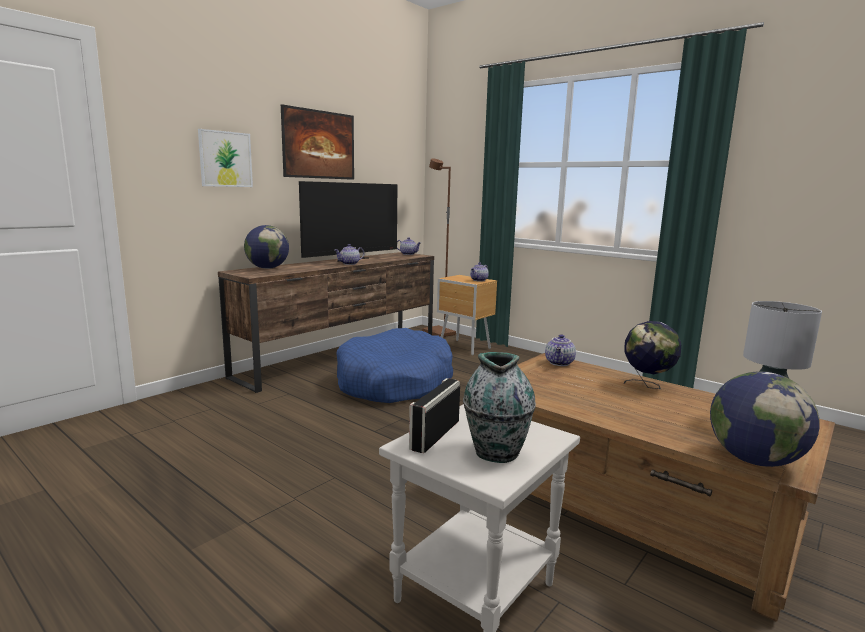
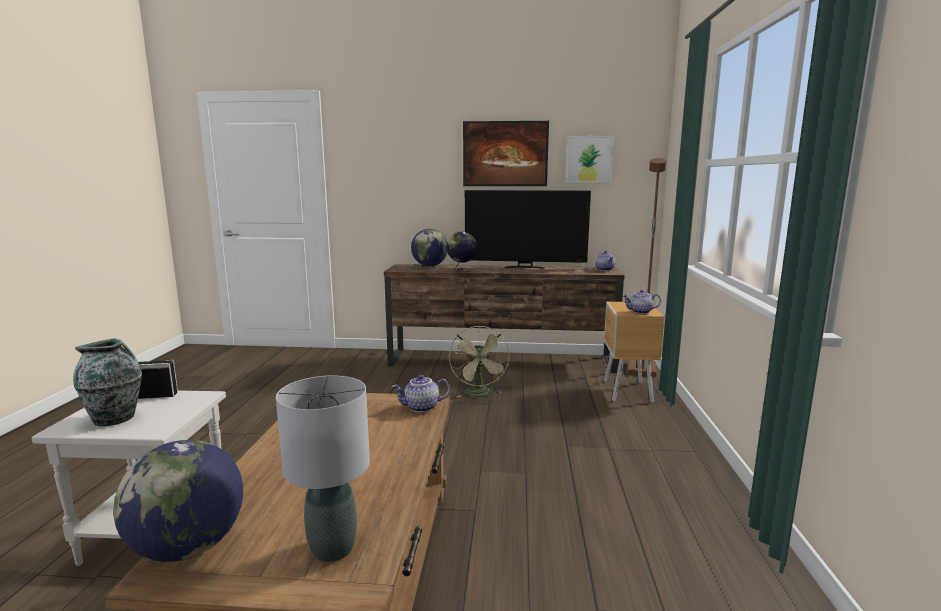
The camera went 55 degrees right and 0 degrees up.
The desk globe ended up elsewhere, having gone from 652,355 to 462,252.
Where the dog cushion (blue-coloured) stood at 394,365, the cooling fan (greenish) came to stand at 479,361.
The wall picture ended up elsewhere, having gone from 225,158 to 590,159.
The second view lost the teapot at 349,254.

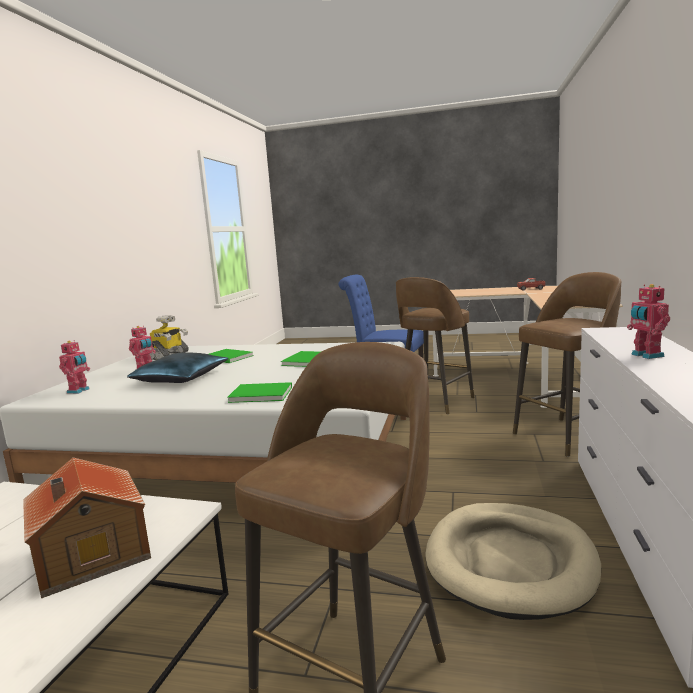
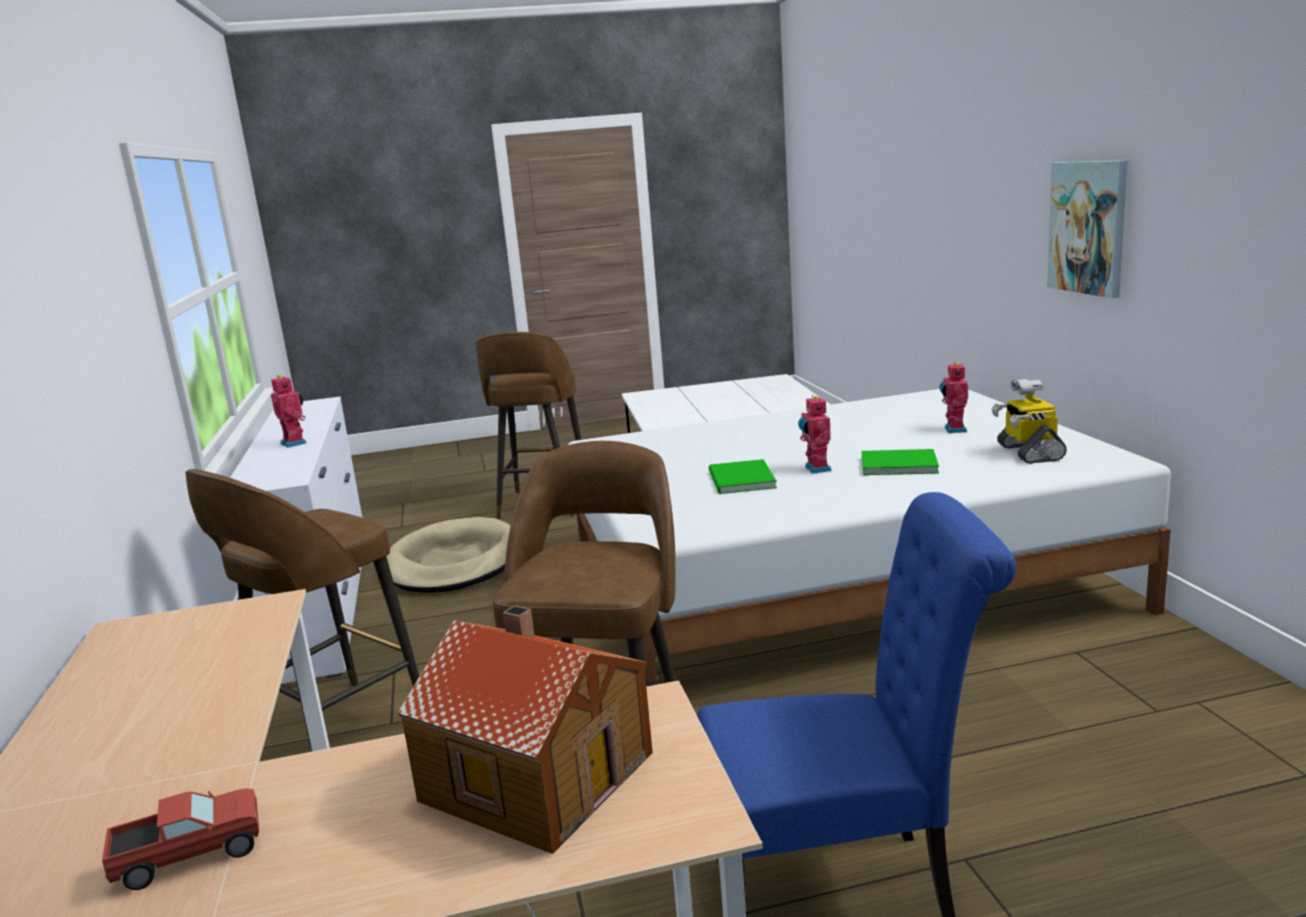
The camera went 155 degrees right and 5 degrees up.
The model house ended up elsewhere, having gone from 87,527 to 525,729.
The model robot ended up elsewhere, having gone from 74,367 to 815,434.
The second view gained the wall picture at 1087,229.
The second view lost the pillow (blue-coloured) at 178,368.
The second view lost the bound book (greenish) at 259,392.

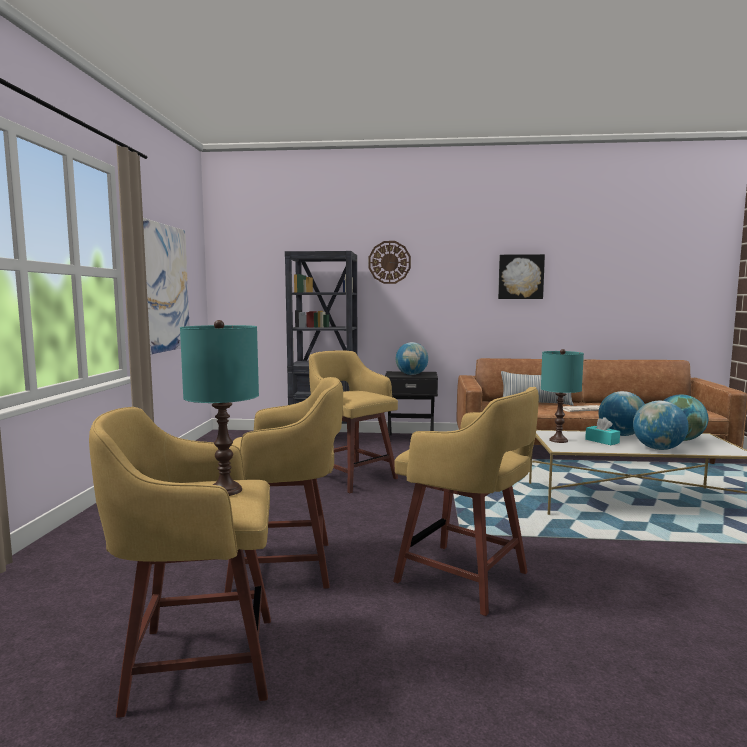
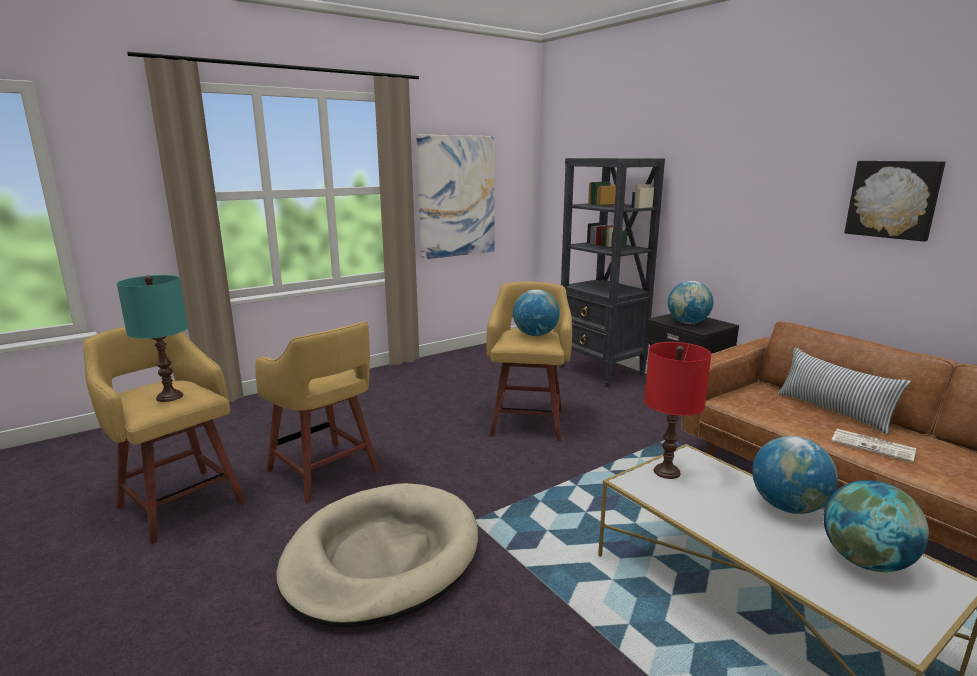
The camera went 50 degrees right and 10 degrees up.
Where the sitting stool (yellow) stood at 466,501, the dog cushion (sand-coloured) came to stand at 377,555.
The desk globe ended up elsewhere, having gone from 661,425 to 536,312.
What was the table lamp (blue-green) at 562,396 turned into the table lamp (red) at 677,410.
The second view lost the clock on the wall at 390,262.
The second view lost the tissue box (blue-green) at 602,431.

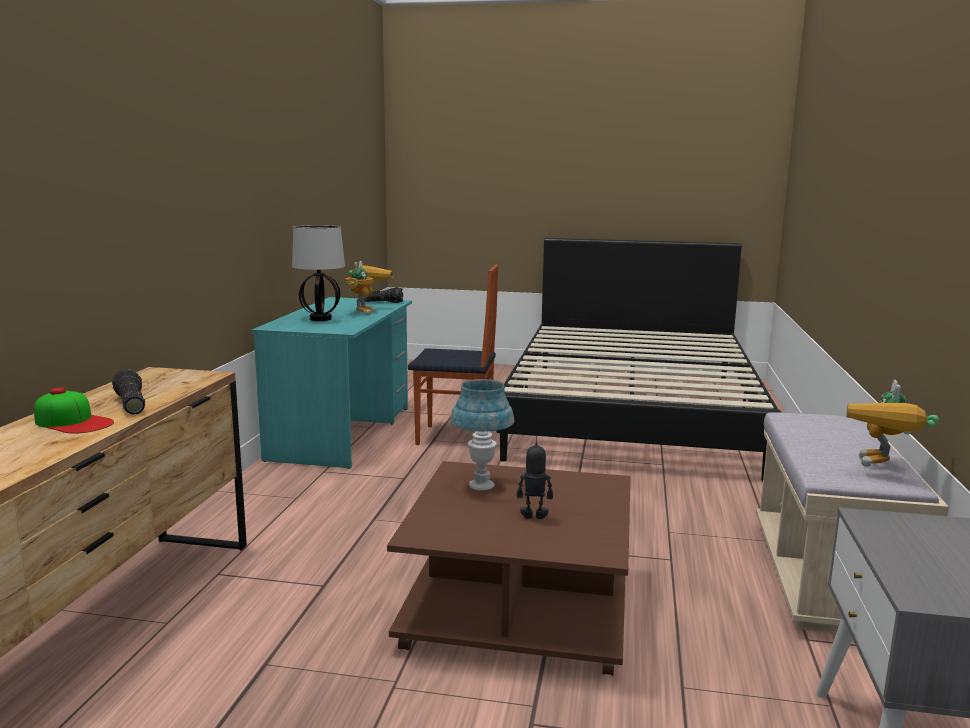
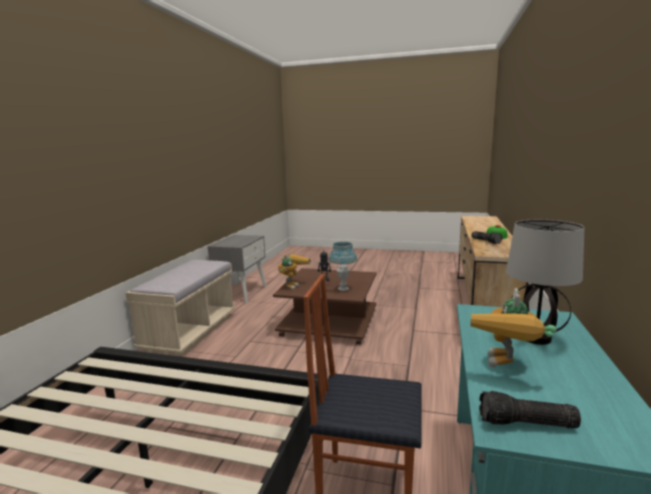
The camera went 175 degrees left and 0 degrees up.
The model robot ended up elsewhere, having gone from 892,423 to 294,271.

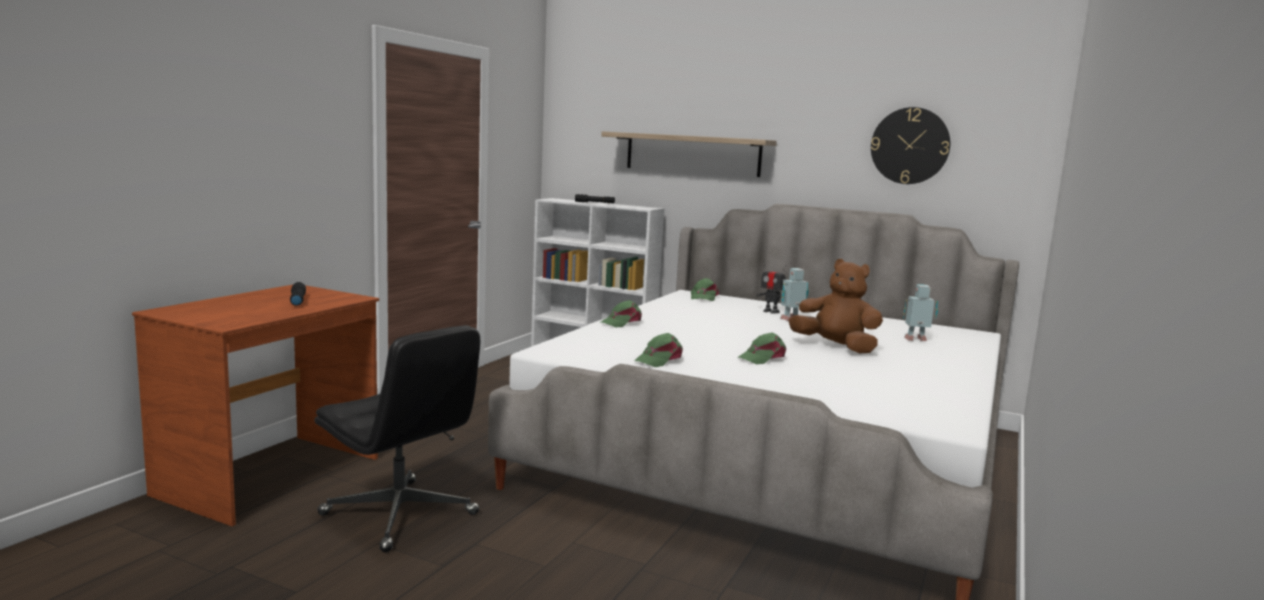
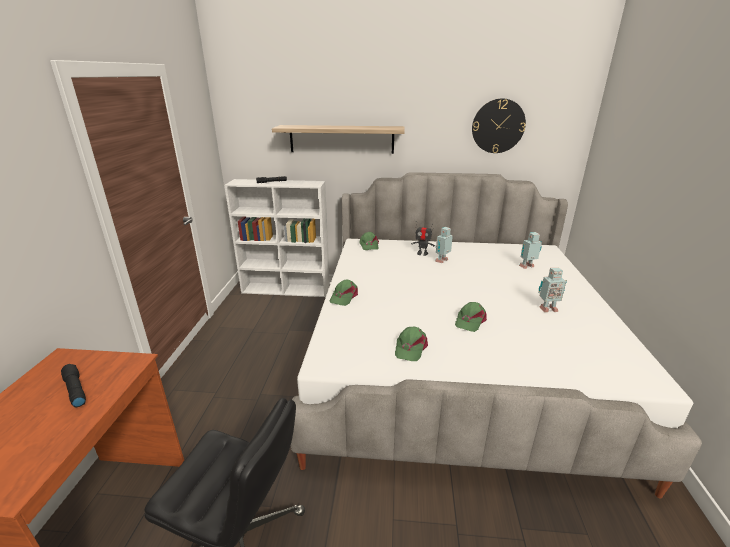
The camera went 20 degrees left and 15 degrees up.
The second view gained the model robot at 553,290.
The second view lost the cuddly toy (brown) at 835,306.

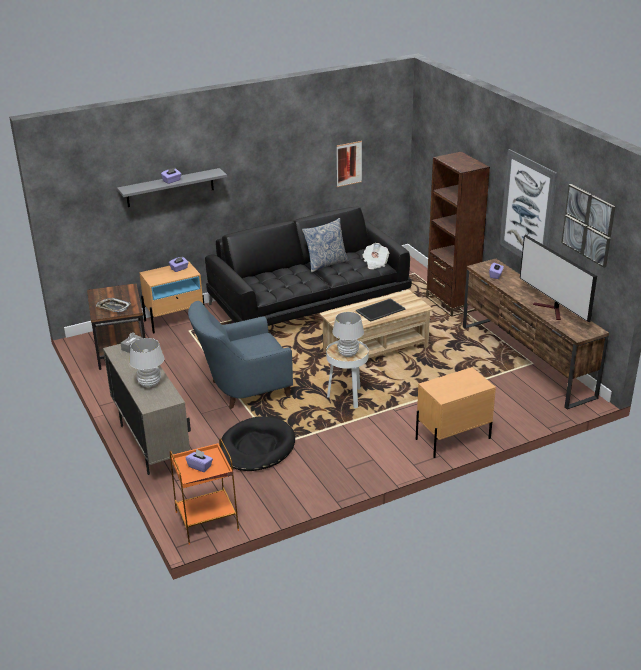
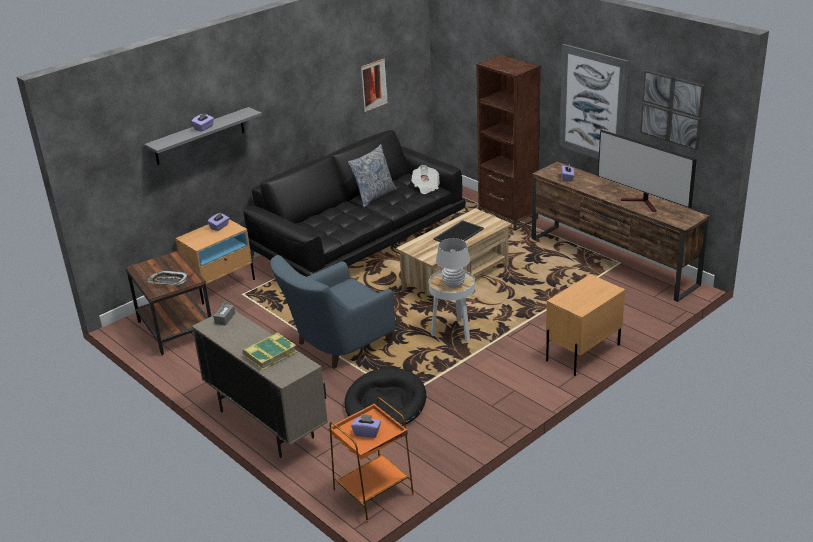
The camera went 15 degrees left and 0 degrees up.
Where the table lamp (white) stood at 146,363, the bound book came to stand at 270,351.

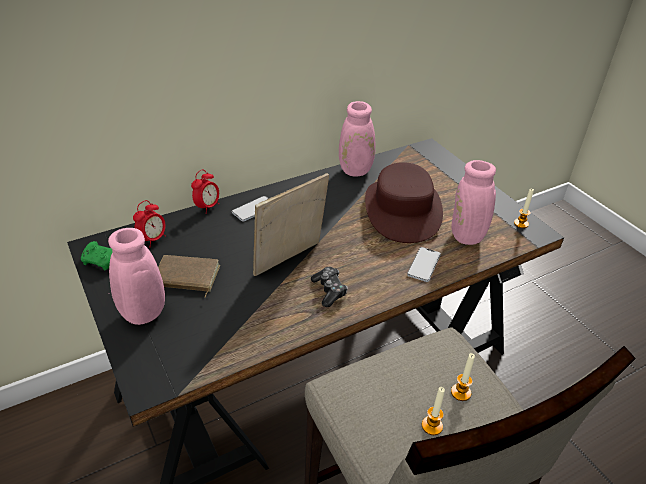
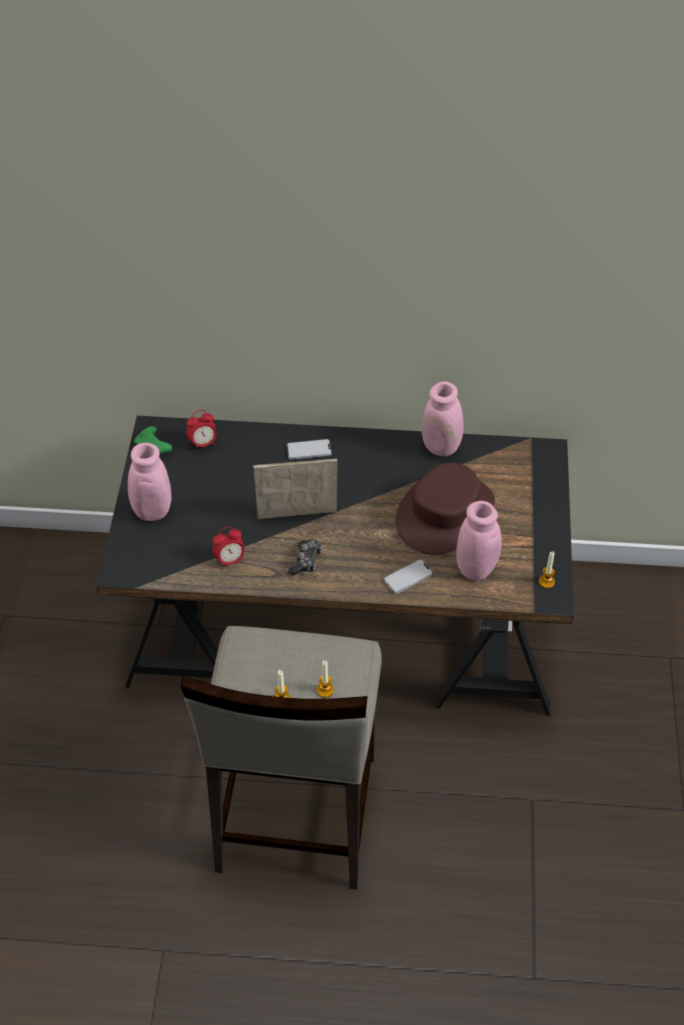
The camera went 35 degrees right and 10 degrees up.
The alarm clock ended up elsewhere, having gone from 205,191 to 228,548.
The second view lost the bound book (brown) at 189,276.

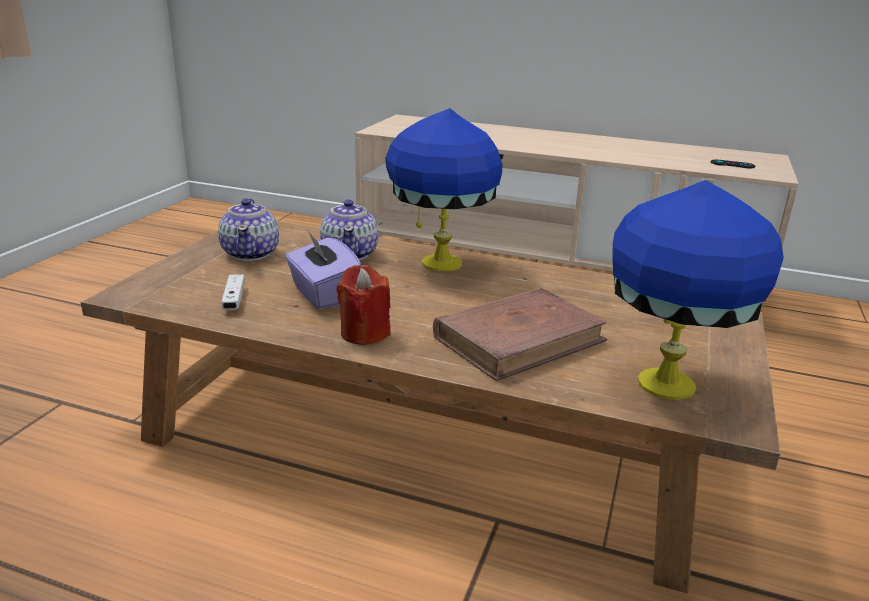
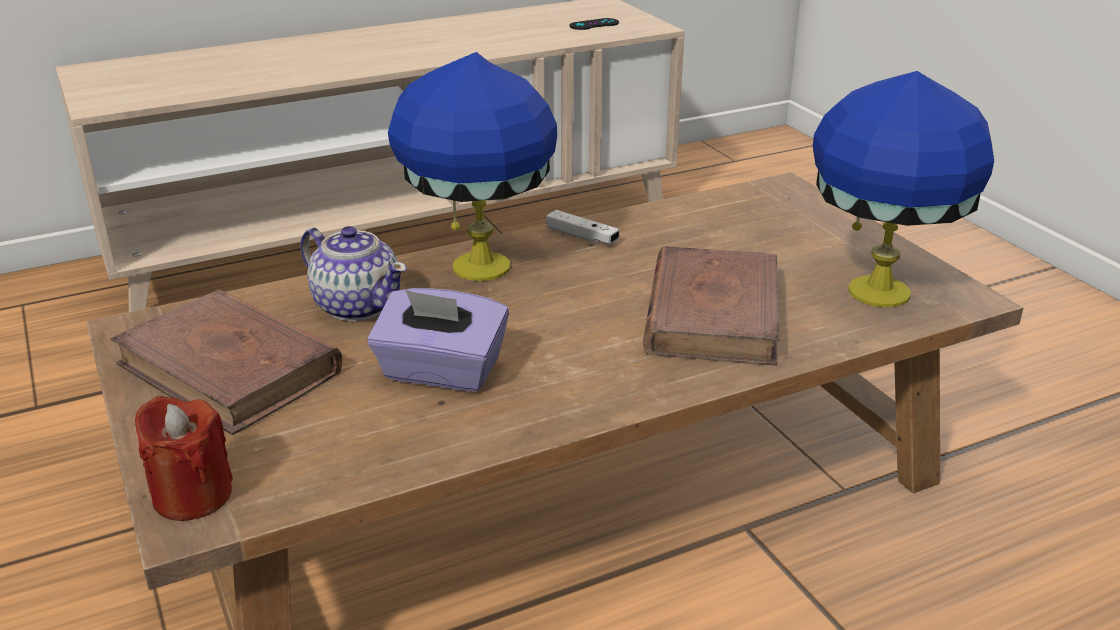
The camera went 45 degrees left and 5 degrees up.
Where the teapot stood at 248,229, the bound book (brown) came to stand at 226,362.
The wax candle (red) ended up elsewhere, having gone from 364,305 to 184,458.
The gamepad (white) ended up elsewhere, having gone from 233,292 to 582,227.

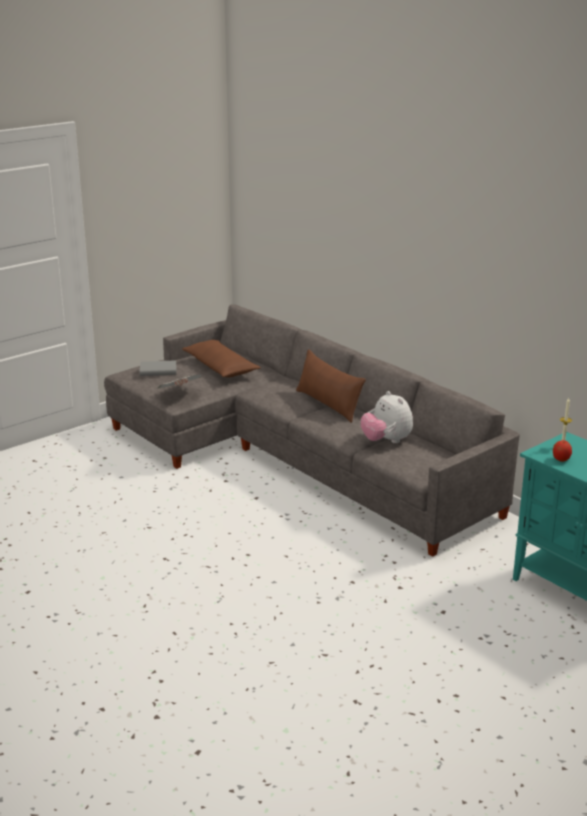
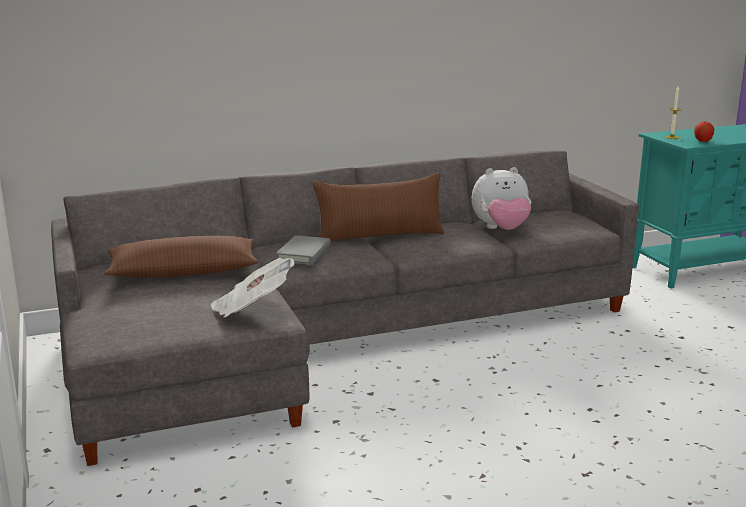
The camera went 70 degrees left and 5 degrees down.
The bound book (grey) ended up elsewhere, having gone from 157,368 to 303,250.

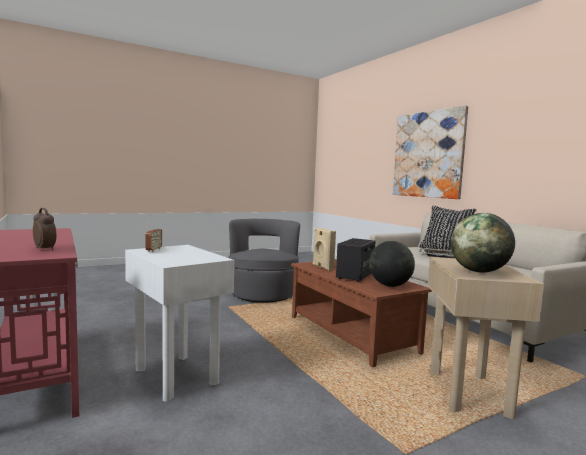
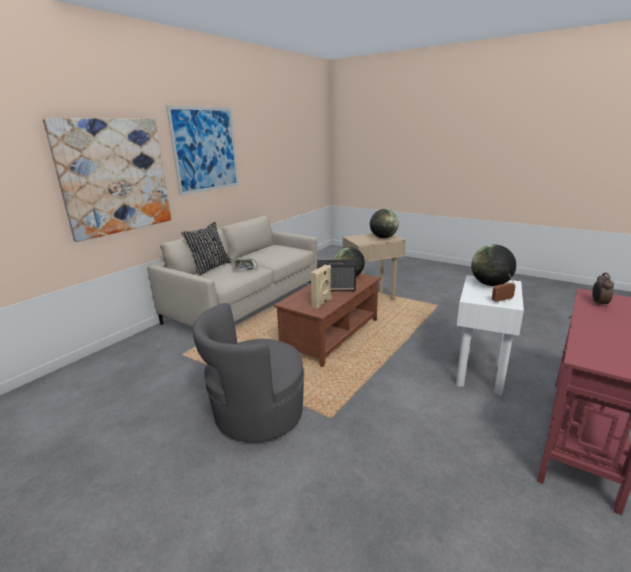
The camera went 115 degrees left and 15 degrees up.
The second view gained the wall picture at 202,151.
The second view gained the desk globe at 493,265.

